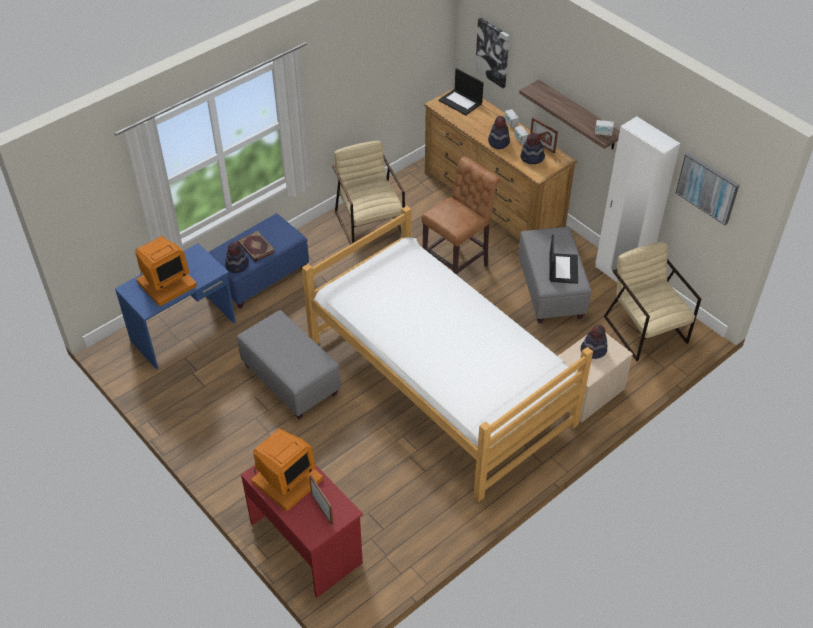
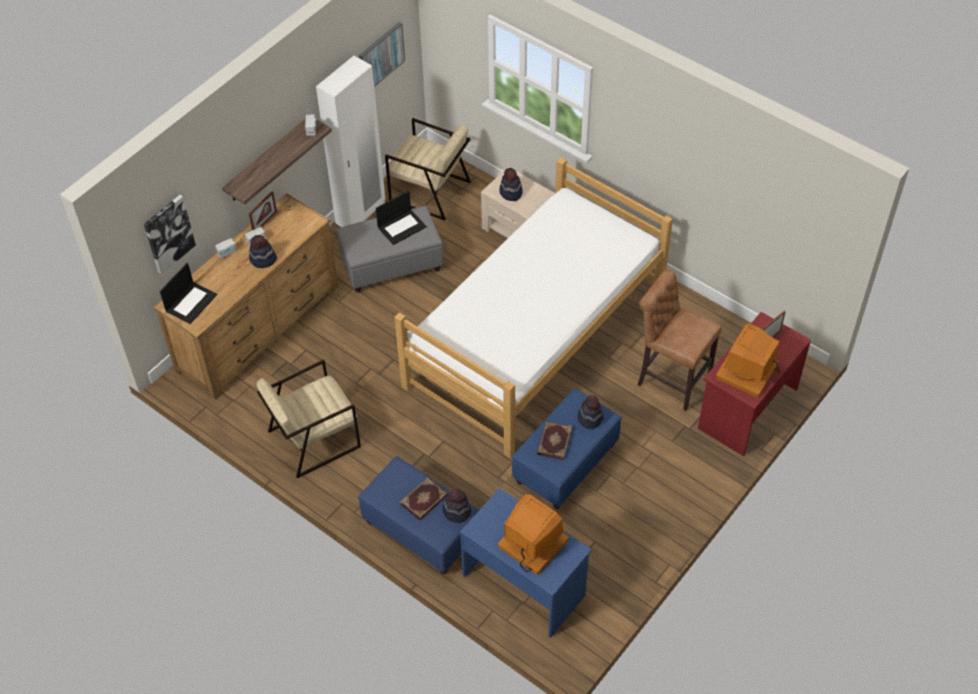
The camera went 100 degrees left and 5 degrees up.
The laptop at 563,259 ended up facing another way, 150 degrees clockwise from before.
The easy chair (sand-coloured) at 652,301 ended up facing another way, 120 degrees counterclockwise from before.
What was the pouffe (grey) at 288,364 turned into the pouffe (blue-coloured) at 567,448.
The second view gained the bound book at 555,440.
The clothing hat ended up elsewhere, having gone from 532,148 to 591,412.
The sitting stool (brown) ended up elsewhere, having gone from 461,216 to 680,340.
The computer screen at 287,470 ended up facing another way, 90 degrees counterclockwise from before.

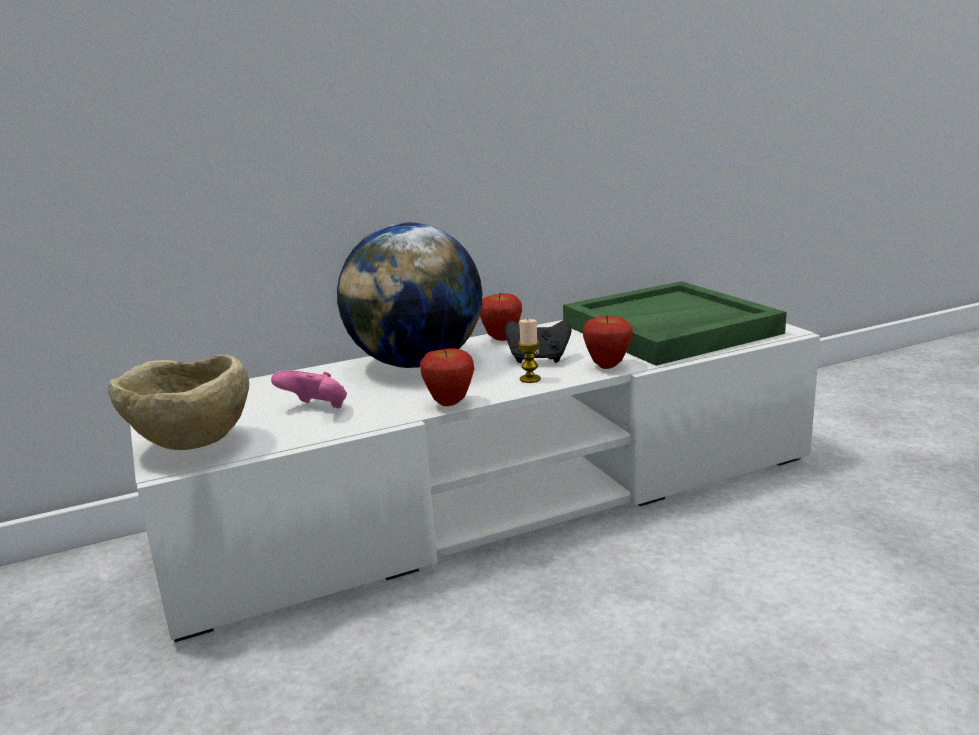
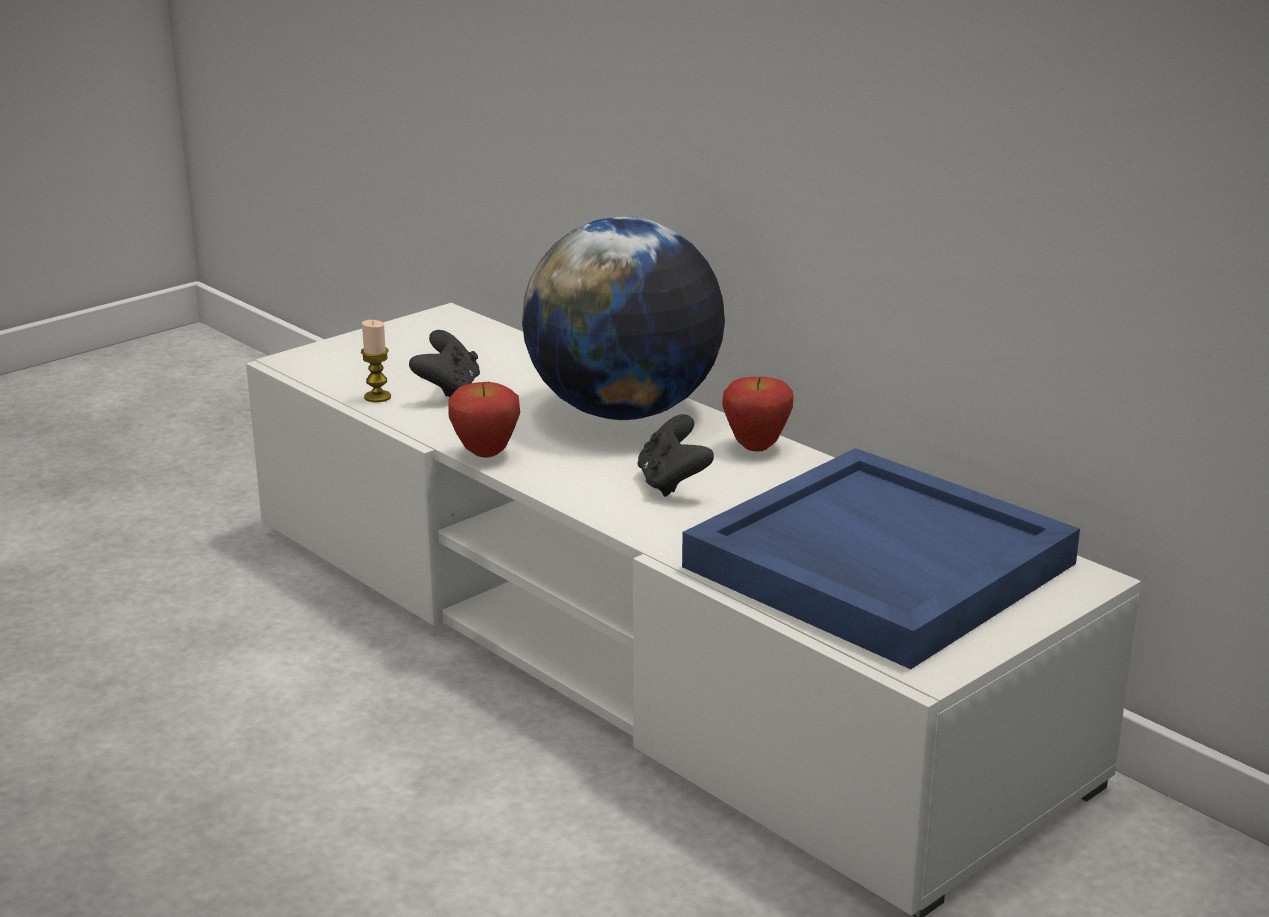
The camera went 70 degrees right and 5 degrees up.
The wax candle ended up elsewhere, having gone from 529,351 to 376,361.
What was the gamepad (pink-coloured) at 309,390 turned into the gamepad (blackish) at 444,364.
What was the tray (greenish) at 675,323 turned into the tray (blue-coloured) at 881,558.
The second view lost the deep dish (sand-coloured) at 178,402.
The second view lost the apple fruit at 608,342.

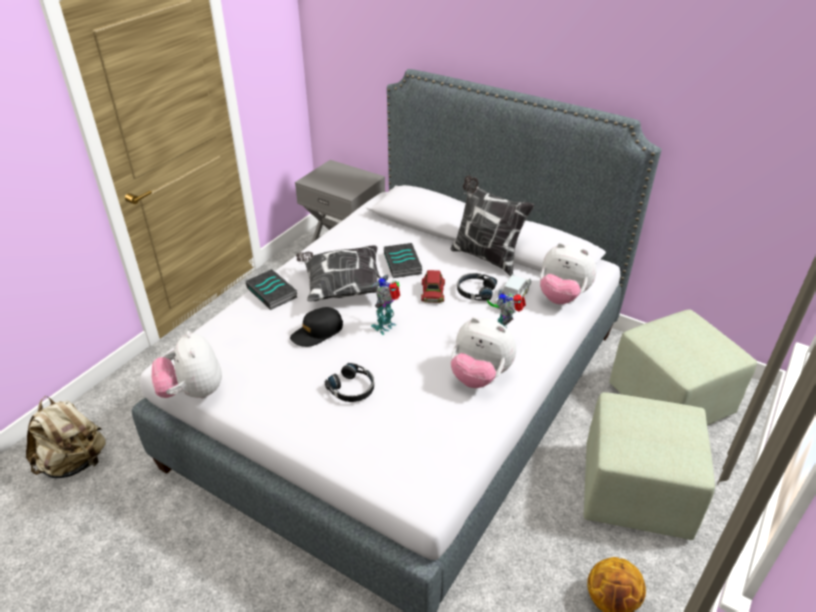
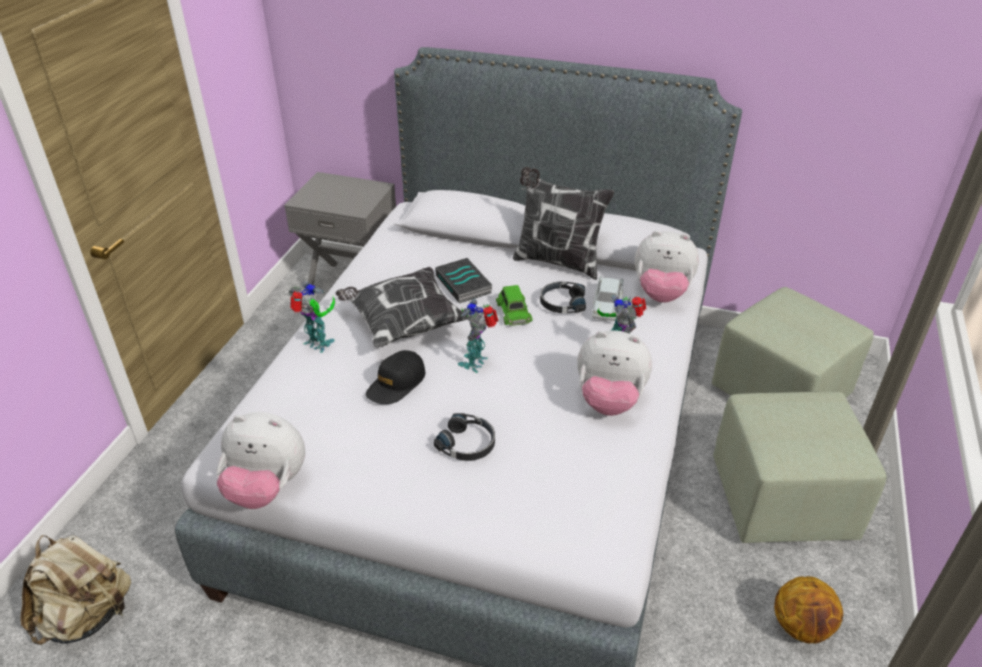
The camera went 15 degrees left and 0 degrees up.
The cuddly toy at 186,364 ended up facing another way, 45 degrees counterclockwise from before.
Where the bound book stood at 271,289, the model robot came to stand at 311,317.
What was the toy car (red) at 433,286 turned into the toy car (greenish) at 514,305.

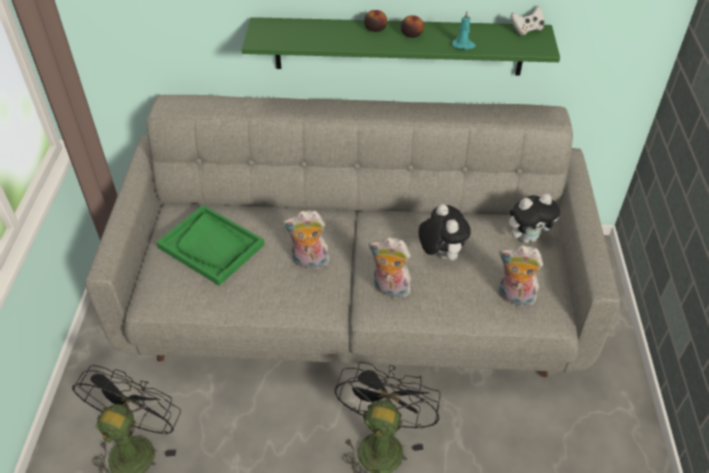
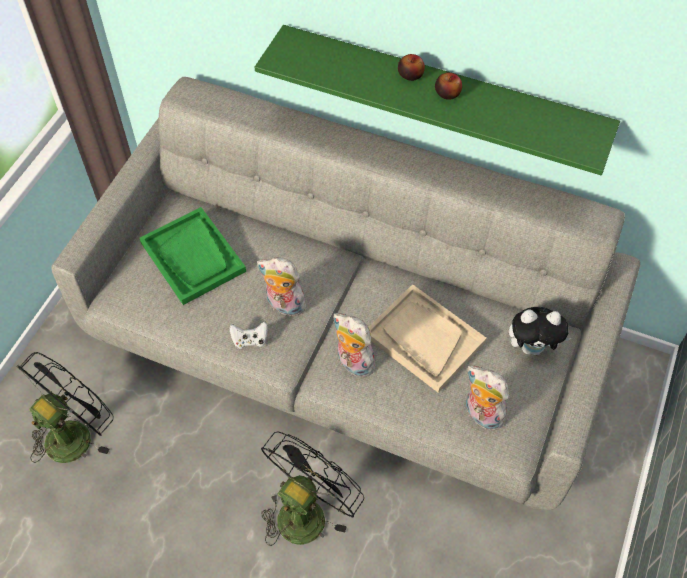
The camera went 20 degrees right and 10 degrees up.
The gamepad (white) ended up elsewhere, having gone from 527,20 to 249,335.
Where the cuddly toy stood at 444,232, the tray (sand-coloured) came to stand at 428,338.
The second view lost the wax candle (blue-green) at 464,30.

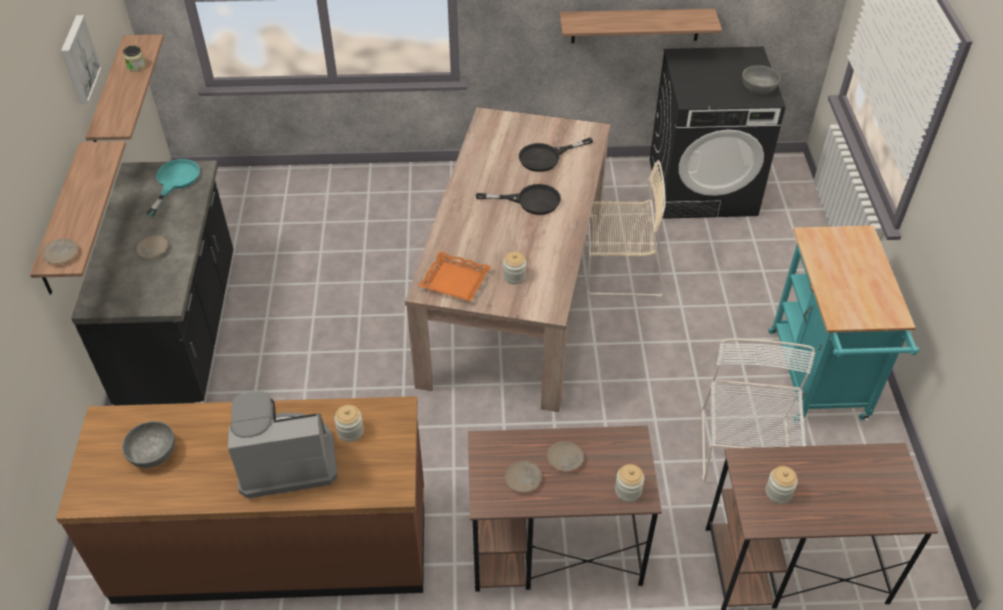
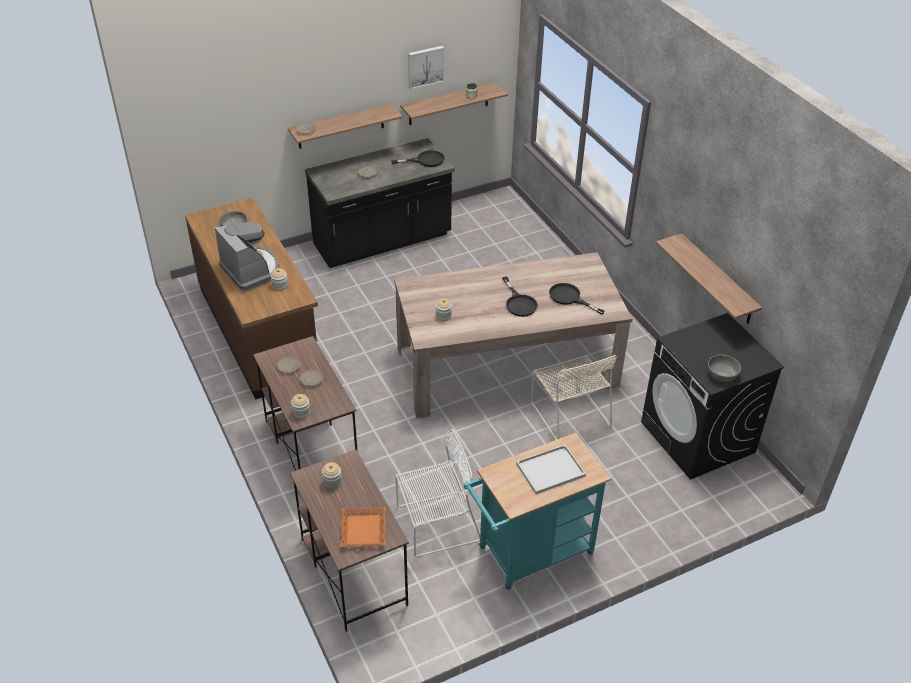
The camera went 65 degrees right and 5 degrees down.
The tray (orange) ended up elsewhere, having gone from 454,277 to 363,527.
What was the pan (blue-green) at 173,188 turned into the pan (blackish) at 418,158.
The second view gained the tray (white) at 551,469.

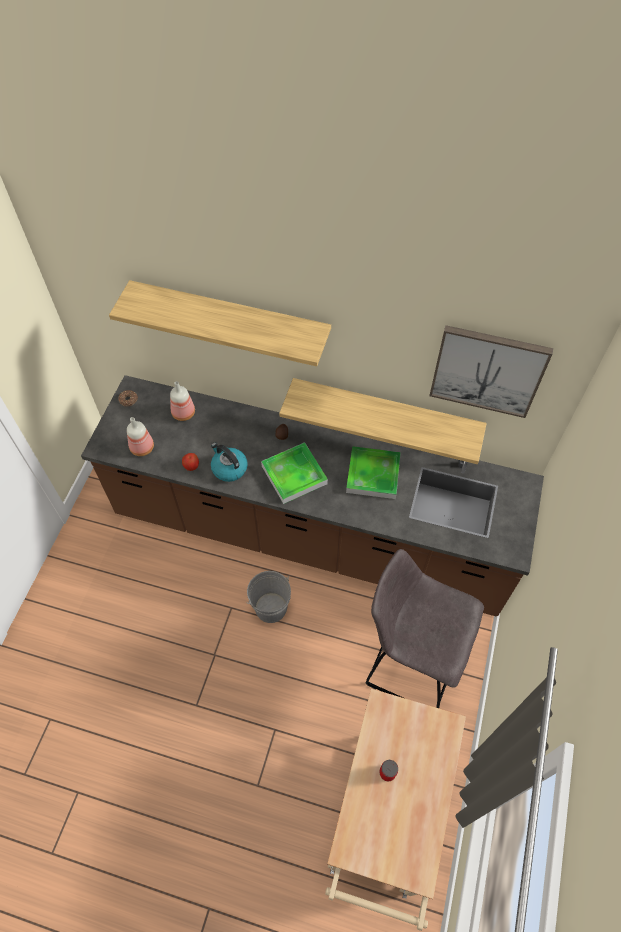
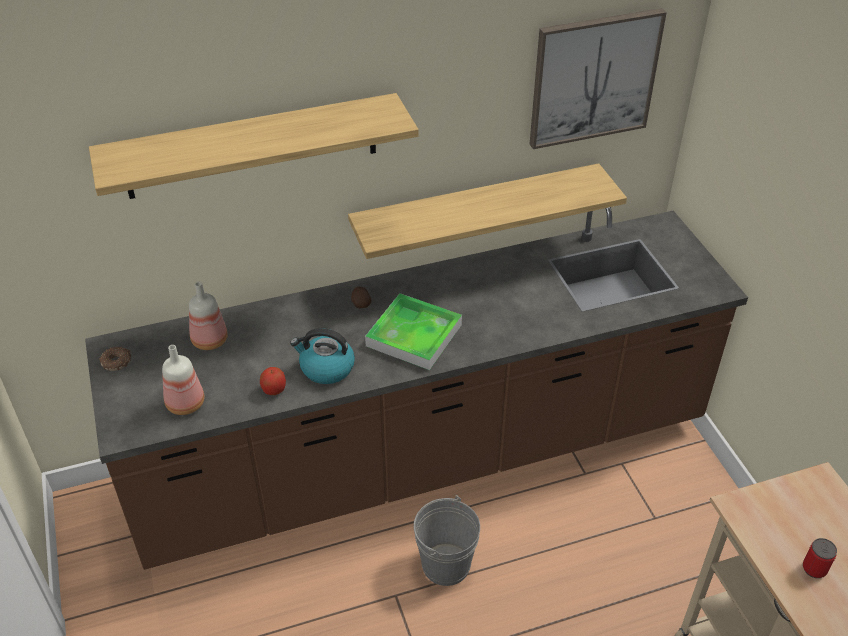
The camera went 35 degrees left and 15 degrees down.
The second view lost the tray at 373,472.
The second view lost the sitting stool (grey) at 425,628.

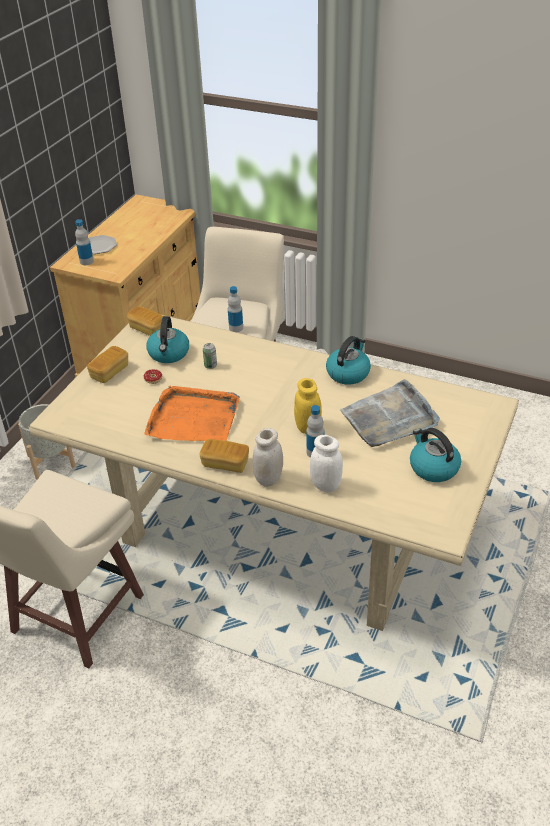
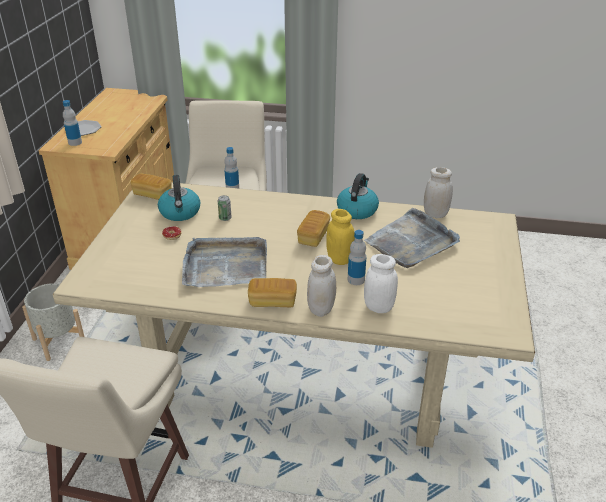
The camera went 15 degrees left and 5 degrees down.
What was the tray (orange) at 192,413 turned into the tray (grey) at 224,262.
The bread ended up elsewhere, having gone from 107,364 to 313,228.
The second view gained the jar (white) at 438,192.
The second view lost the tea kettle at 435,455.

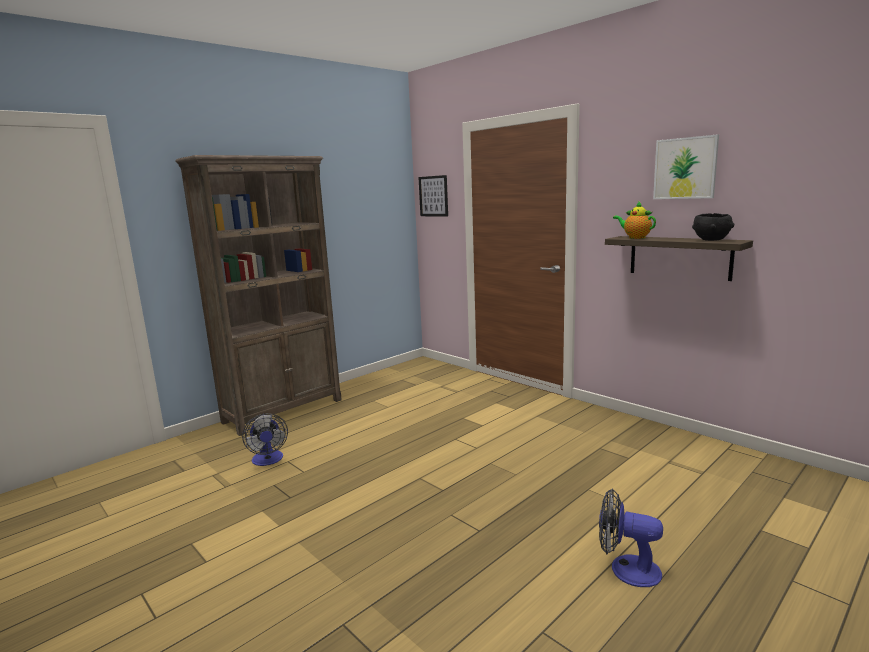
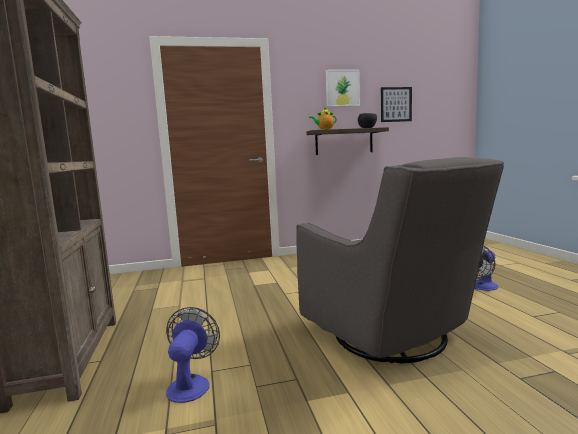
The camera went 60 degrees left and 5 degrees down.
The cooling fan at 265,439 ended up facing another way, 90 degrees counterclockwise from before.
The second view gained the easy chair (grey) at 400,260.
The wall picture ended up elsewhere, having gone from 433,195 to 396,104.

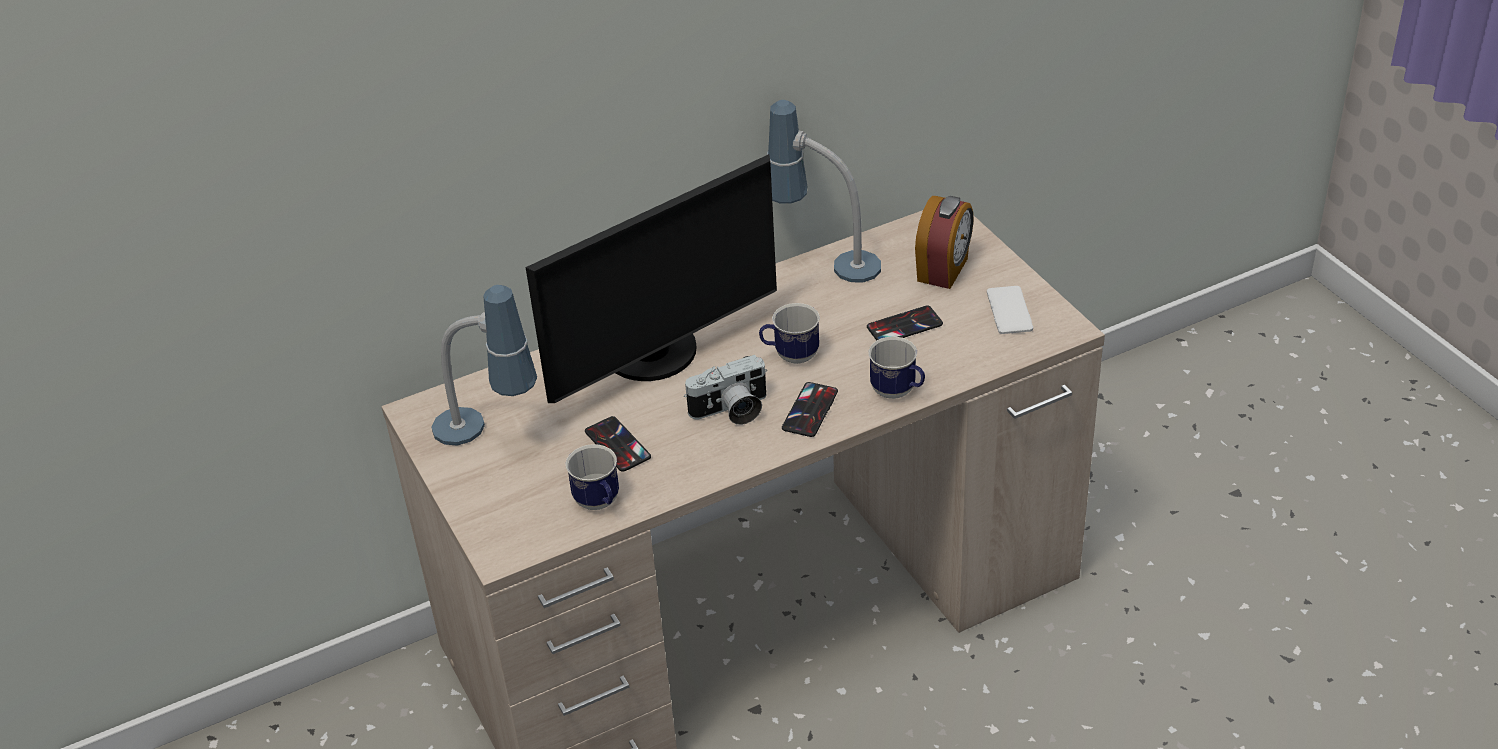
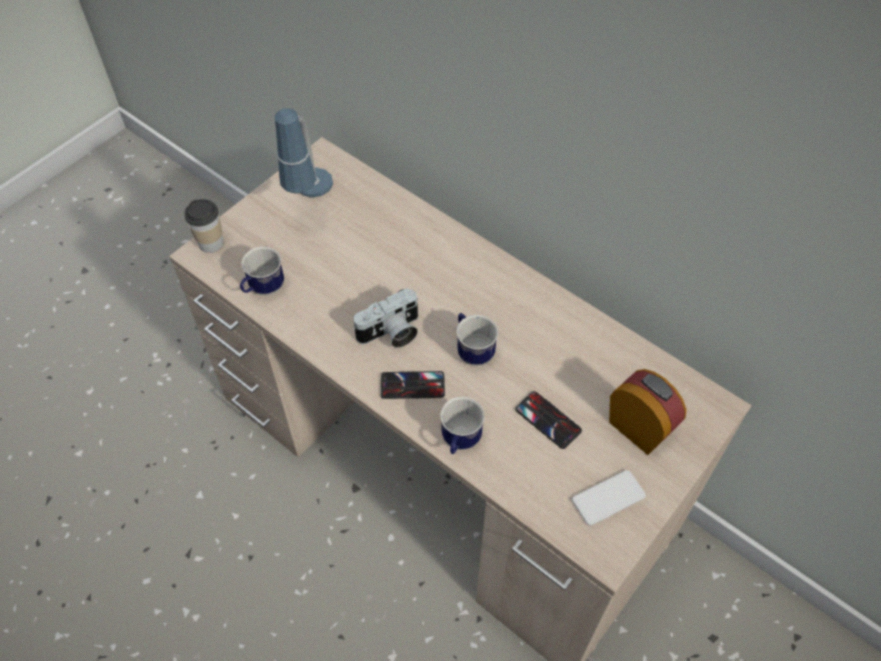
The camera went 65 degrees right and 15 degrees up.
The second view gained the cup at 204,226.
The photo camera at 725,390 ended up facing another way, 75 degrees counterclockwise from before.
The alarm clock at 944,242 ended up facing another way, 135 degrees counterclockwise from before.
The second view lost the computer screen at 651,278.
The second view lost the handset at 618,444.
The second view lost the table lamp at 824,191.

